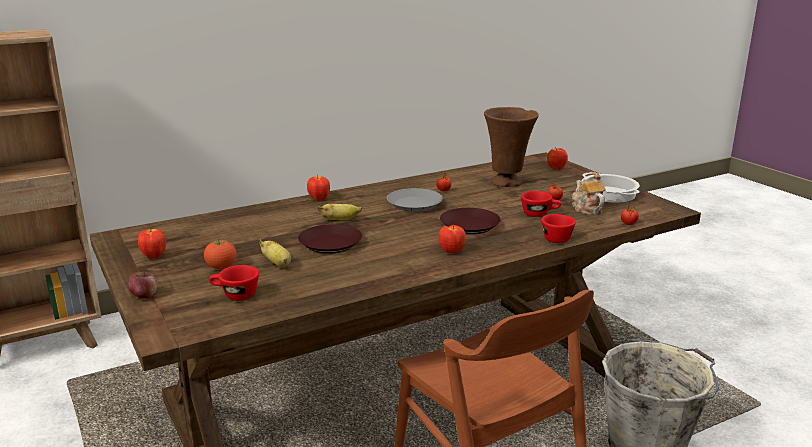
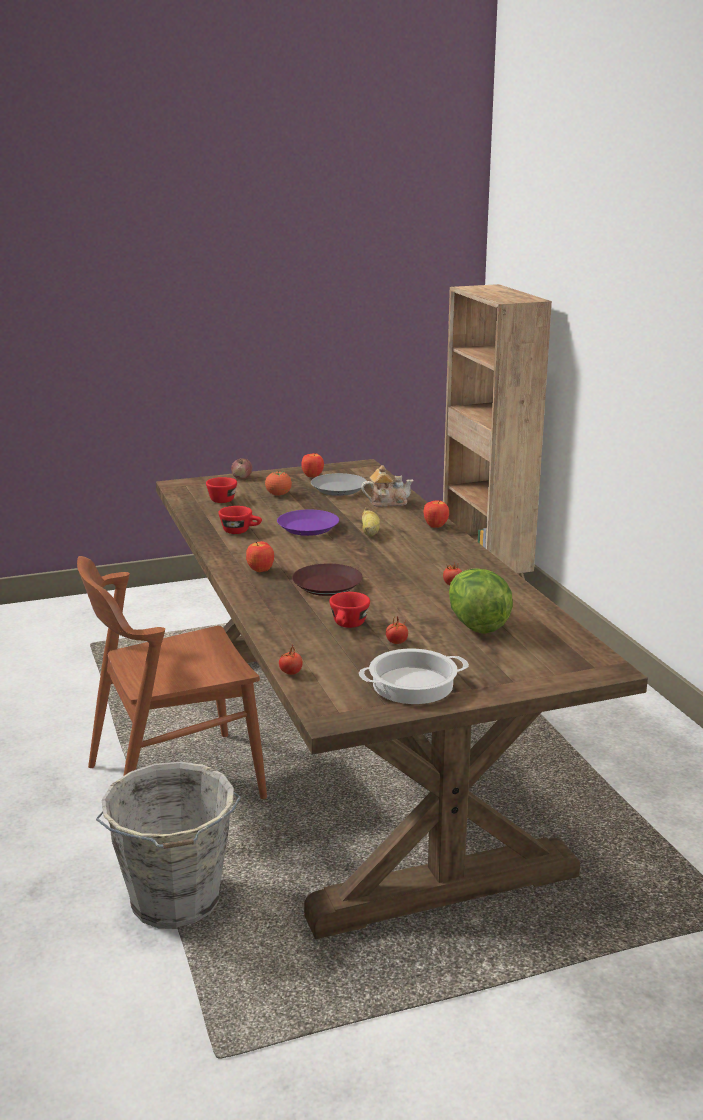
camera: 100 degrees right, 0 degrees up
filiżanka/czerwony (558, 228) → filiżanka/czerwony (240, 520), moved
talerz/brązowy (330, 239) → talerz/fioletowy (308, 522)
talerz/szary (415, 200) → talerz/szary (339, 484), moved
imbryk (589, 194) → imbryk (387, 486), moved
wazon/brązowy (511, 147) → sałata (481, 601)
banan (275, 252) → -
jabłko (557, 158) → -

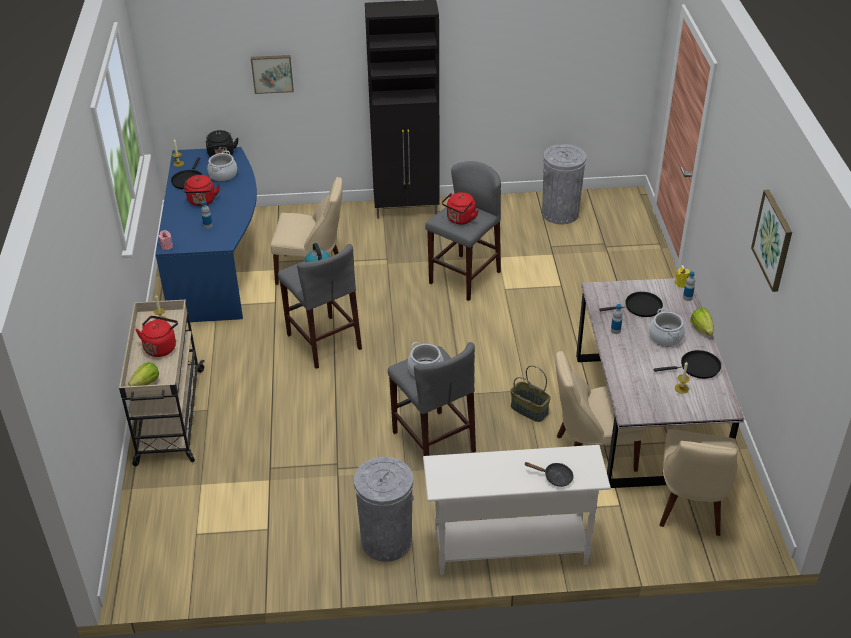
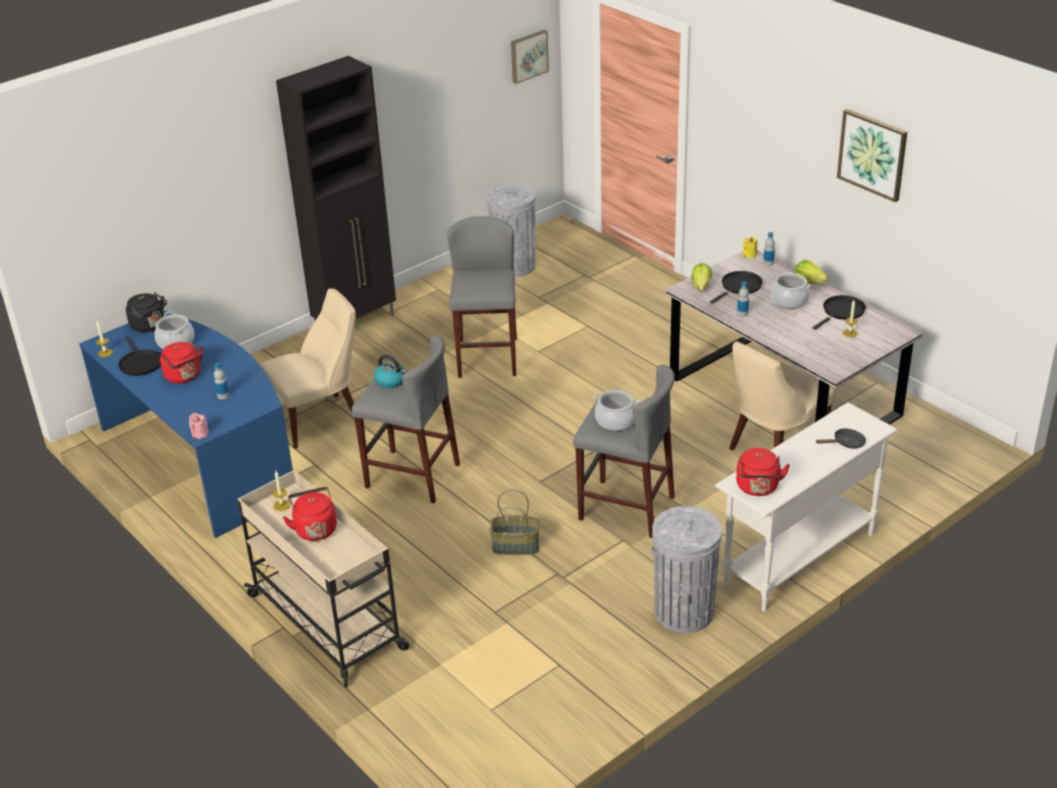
camera: 35 degrees left, 5 degrees down
koszyk (531, 393) → koszyk (514, 522), moved
obraz (272, 74) → obraz (530, 57), moved
sałata (143, 374) → sałata (701, 277), moved
czajnik/czerwony (460, 208) → czajnik/czerwony (763, 472), moved
krzesło/beżowy (699, 482) → -

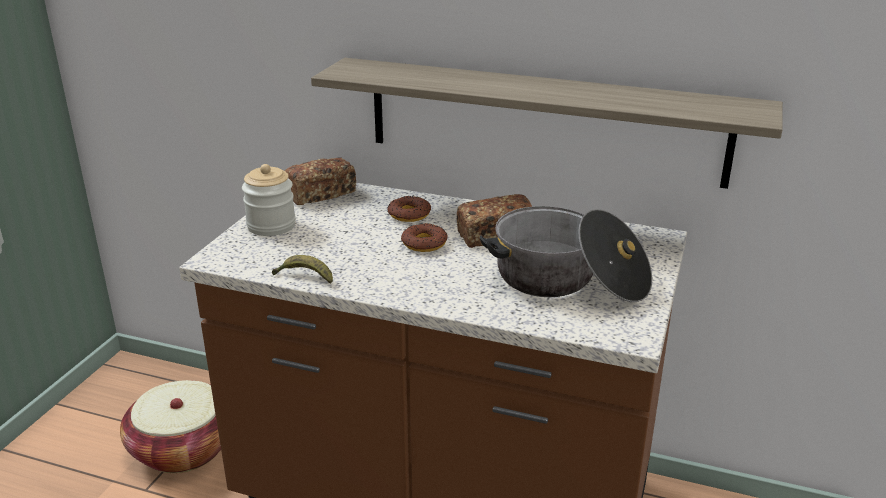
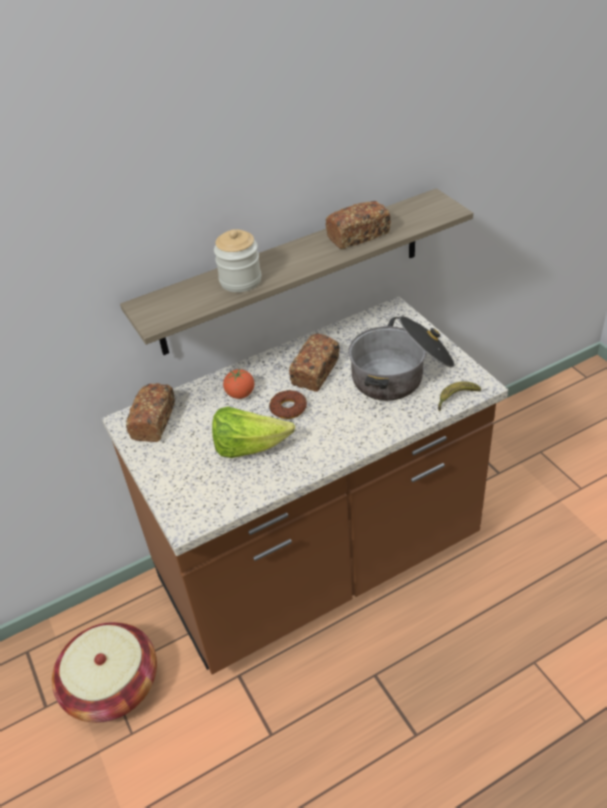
camera: 45 degrees left, 15 degrees up
- → sałata (253, 432)
słoik (269, 200) → słoik (237, 260), moved
donut (409, 209) → pomidor (238, 384)
- → chleb (358, 225)
banan (302, 269) → banan (459, 396), moved

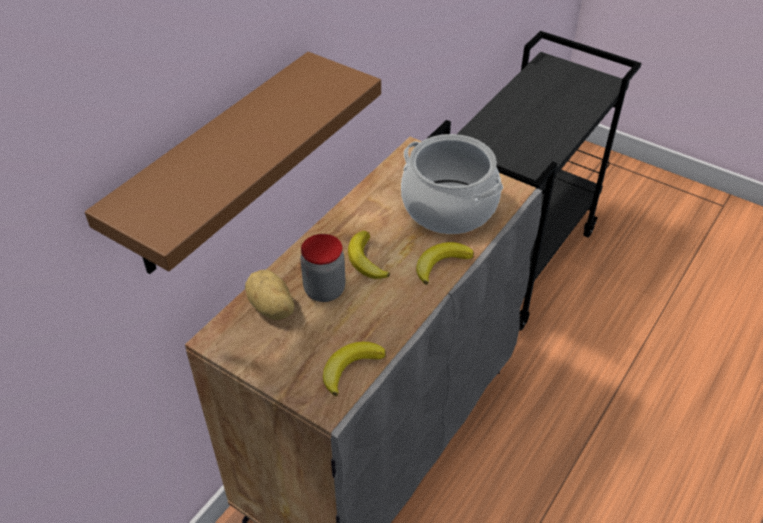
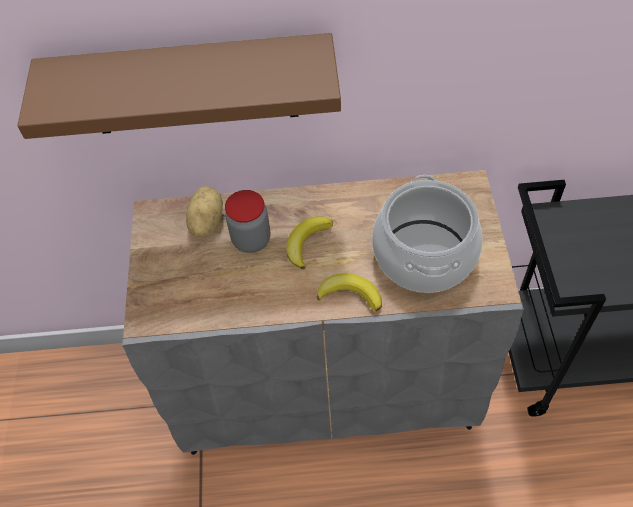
camera: 55 degrees right, 10 degrees up
banan (354, 369) → -

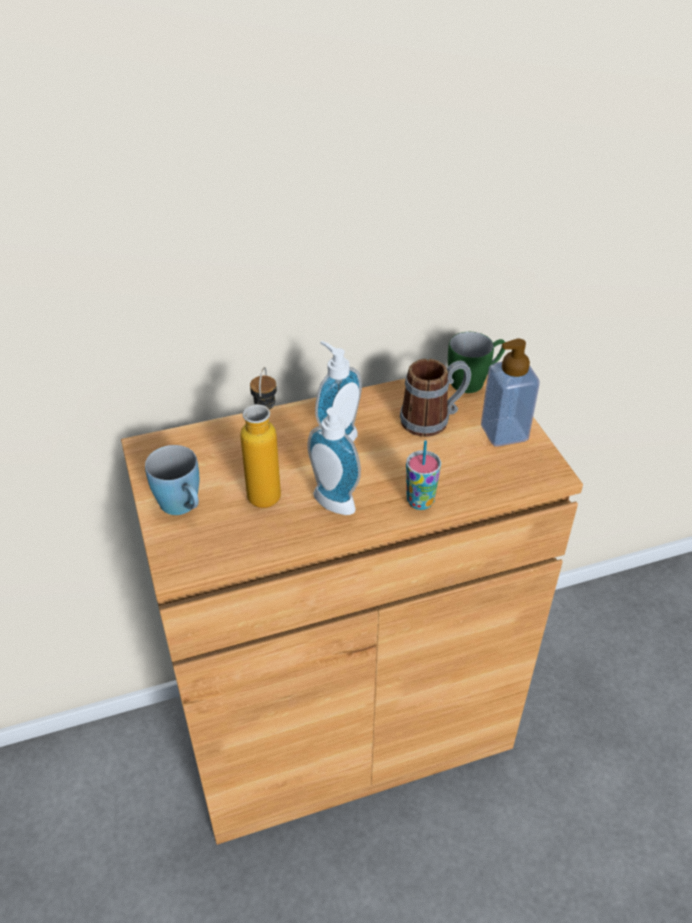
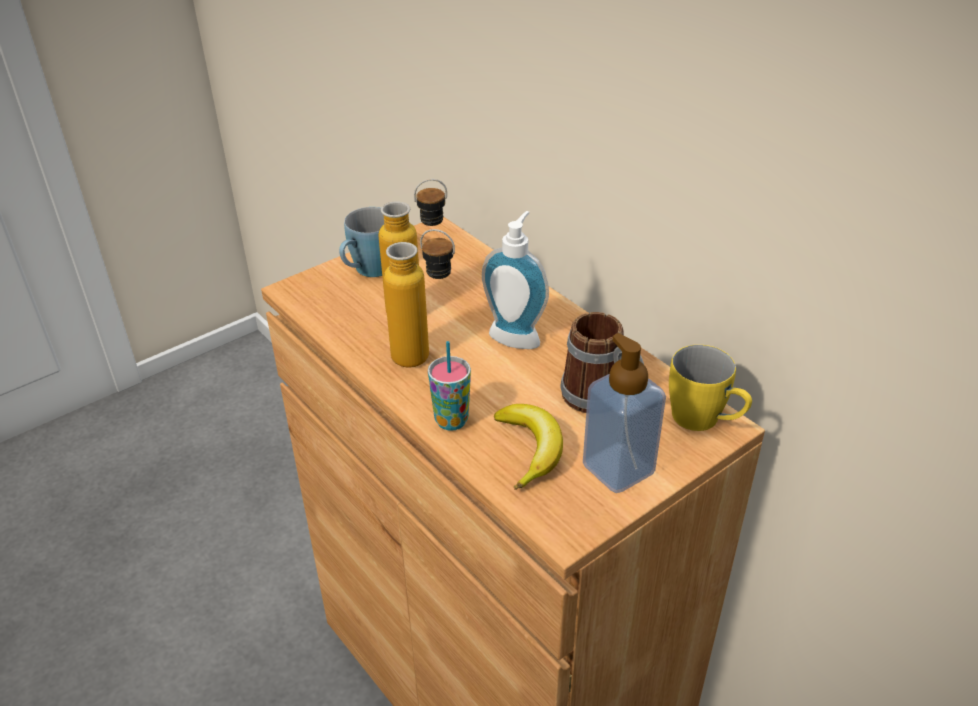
camera: 70 degrees right, 5 degrees down
dozownik mydła (334, 456) → butelka (419, 298)
- → banan (528, 447)
kubek/zielony (476, 362) → kubek/żółty (710, 388)

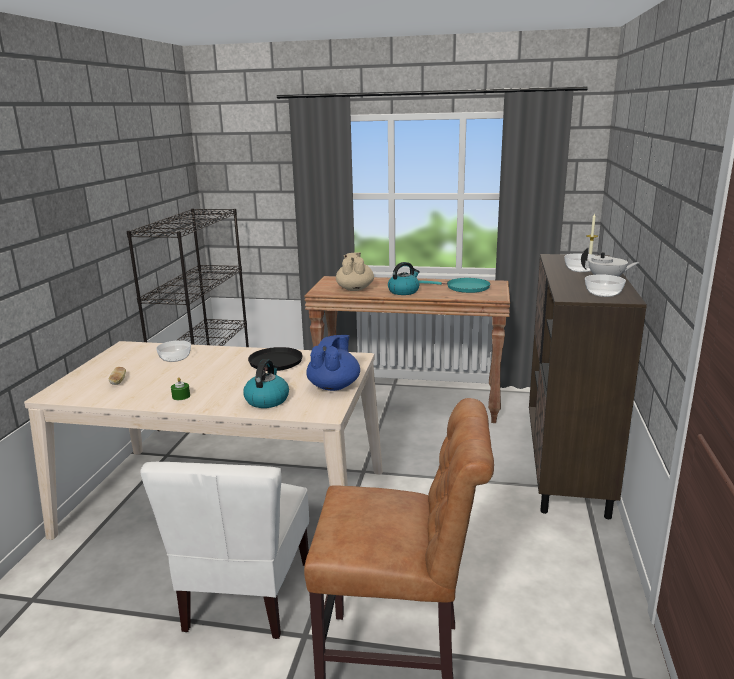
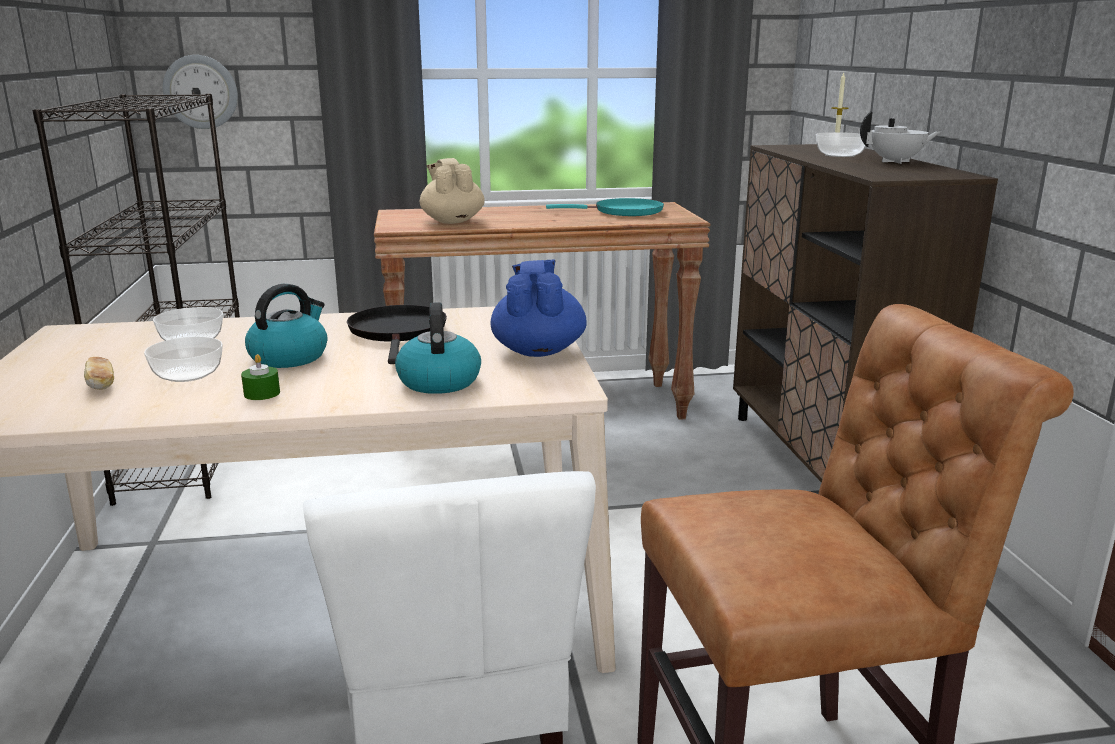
camera: 20 degrees left, 0 degrees up
miska (605, 285) → miska (183, 359), moved
- → zegar ścienny (200, 92)
czajnik (404, 278) → czajnik (286, 326), moved

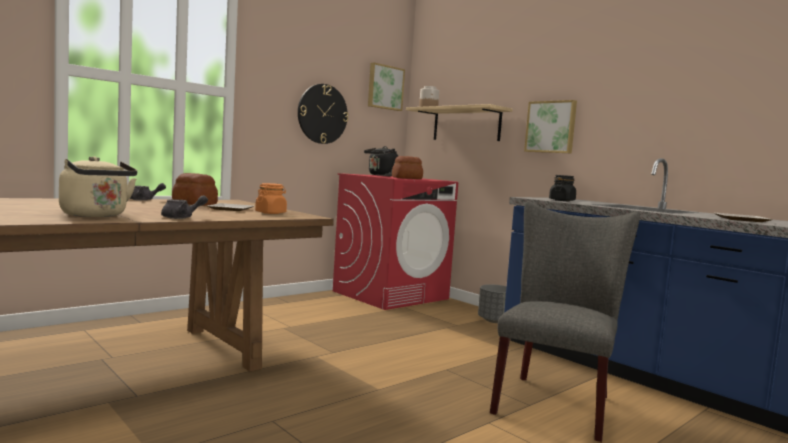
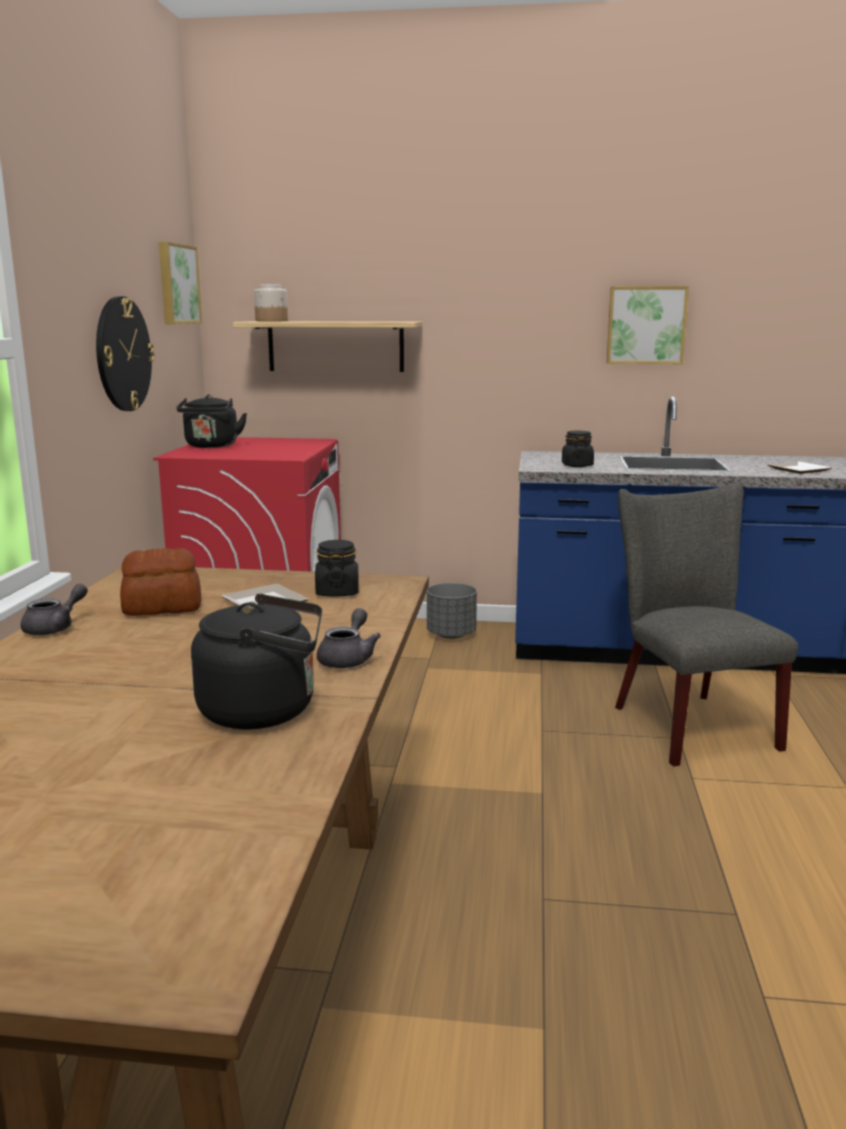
camera: 40 degrees left, 10 degrees up
czajnik/beżowy (98, 186) → czajnik/czarny (256, 661)
słoik/pomarańczowy (271, 198) → słoik/czarny (337, 568)
obraz (550, 126) → obraz (648, 325), moved
chleb (407, 167) → -

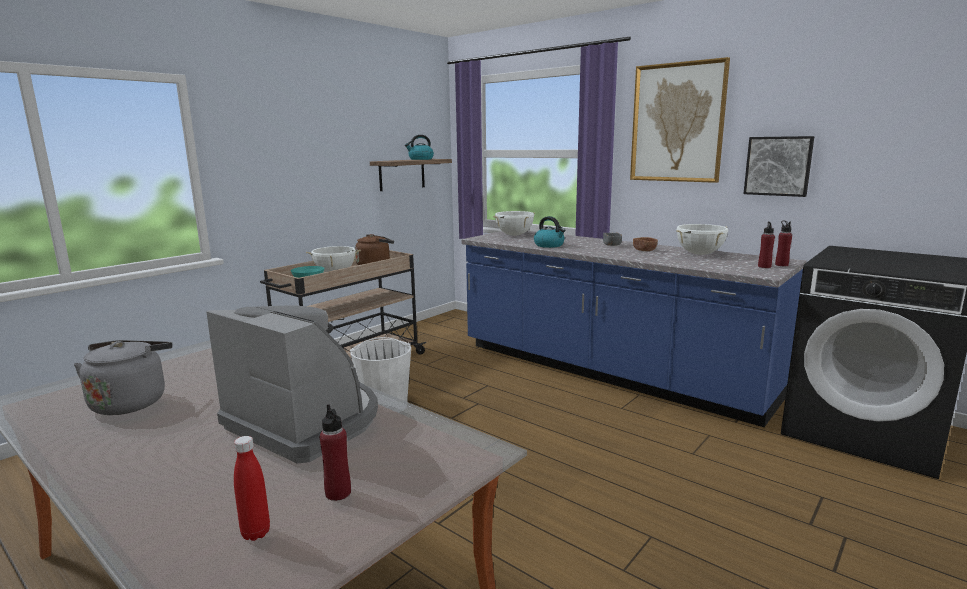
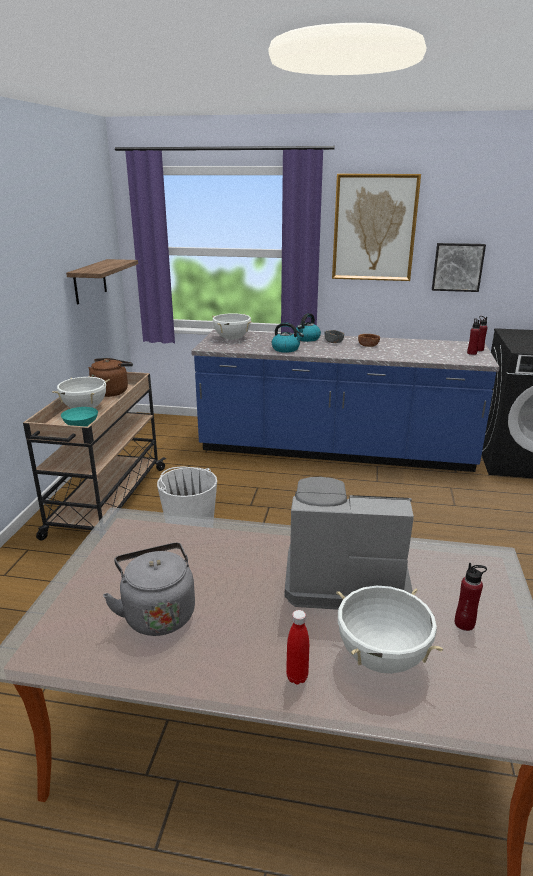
camera: 30 degrees left, 10 degrees up
butelka/czerwony (252, 488) → butelka/czerwony (297, 647), moved
czajnik (419, 147) → czajnik (308, 327), moved
garnek/biały (702, 239) → garnek/biały (389, 630), moved

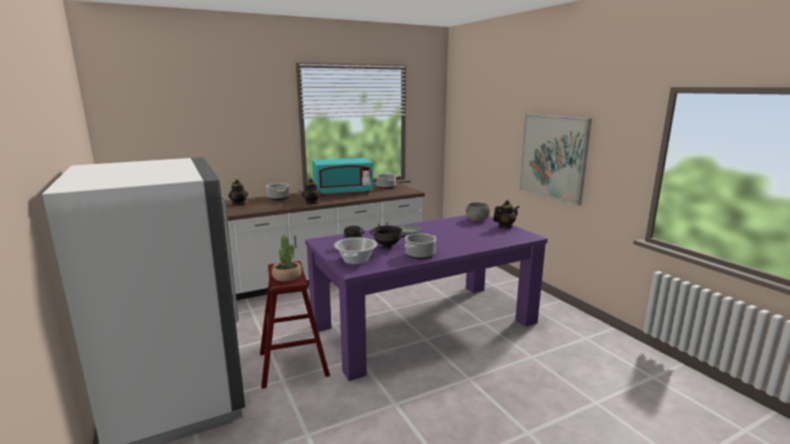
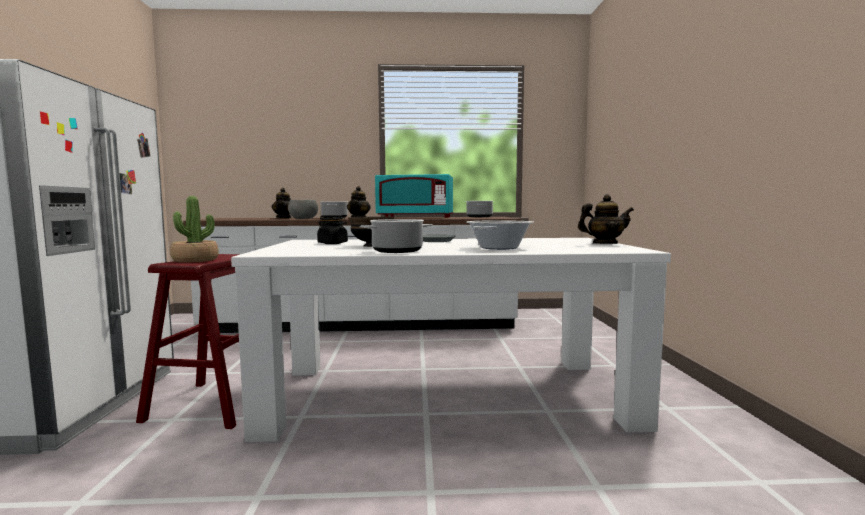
camera: 25 degrees right, 10 degrees down
stół jadalny/fioletowy (426, 298) → stół jadalny/biały (451, 340)
miska/szary (478, 211) → miska/szary (303, 209), moved
garnek (356, 250) → garnek (500, 235), moved
obraz (555, 160) → -

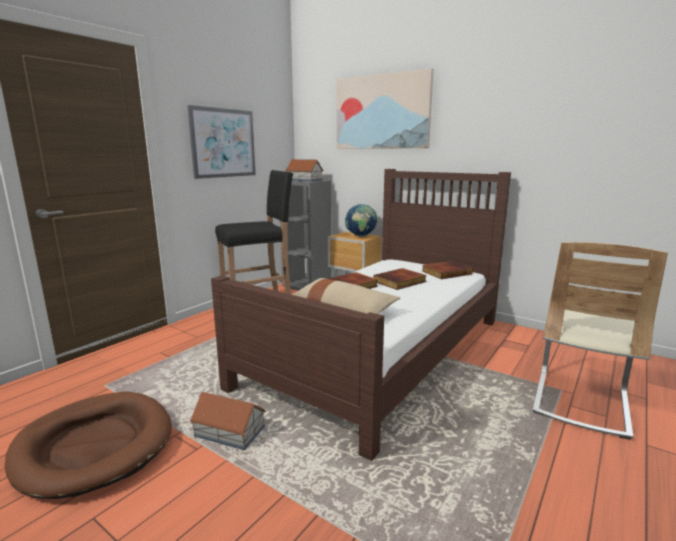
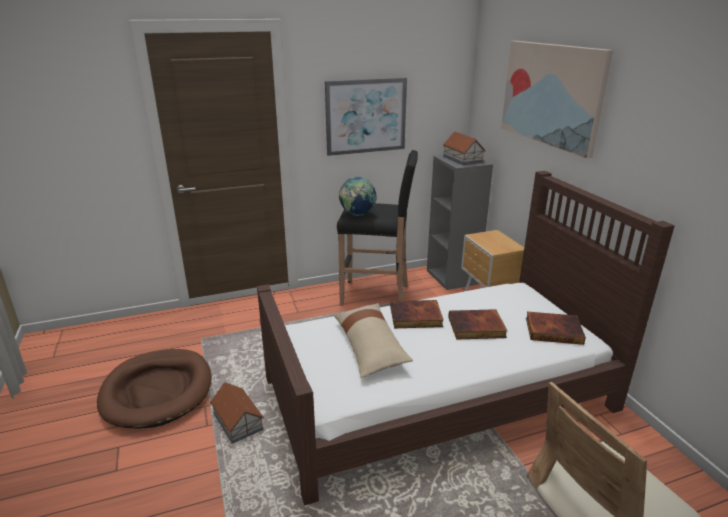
camera: 35 degrees right, 10 degrees up
globus (361, 220) → globus (358, 196), moved

